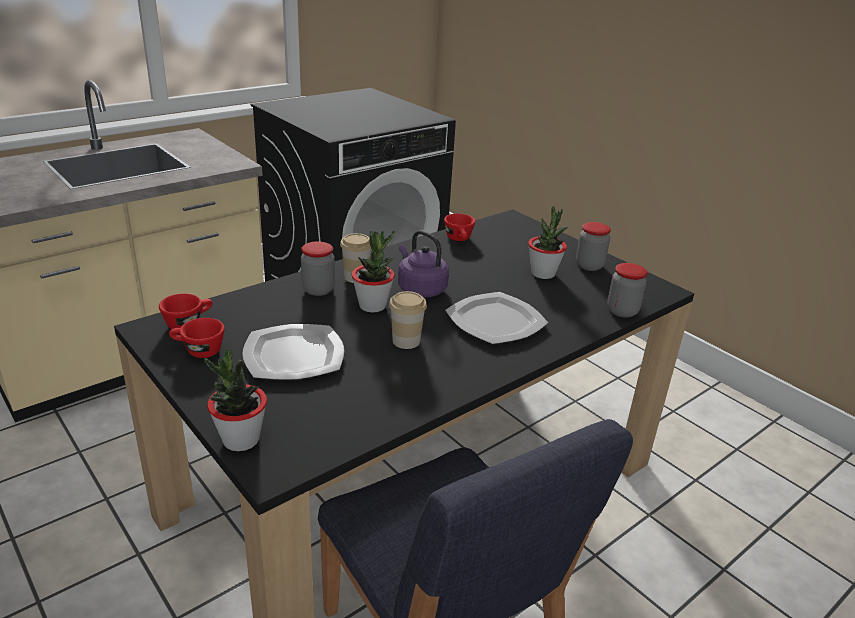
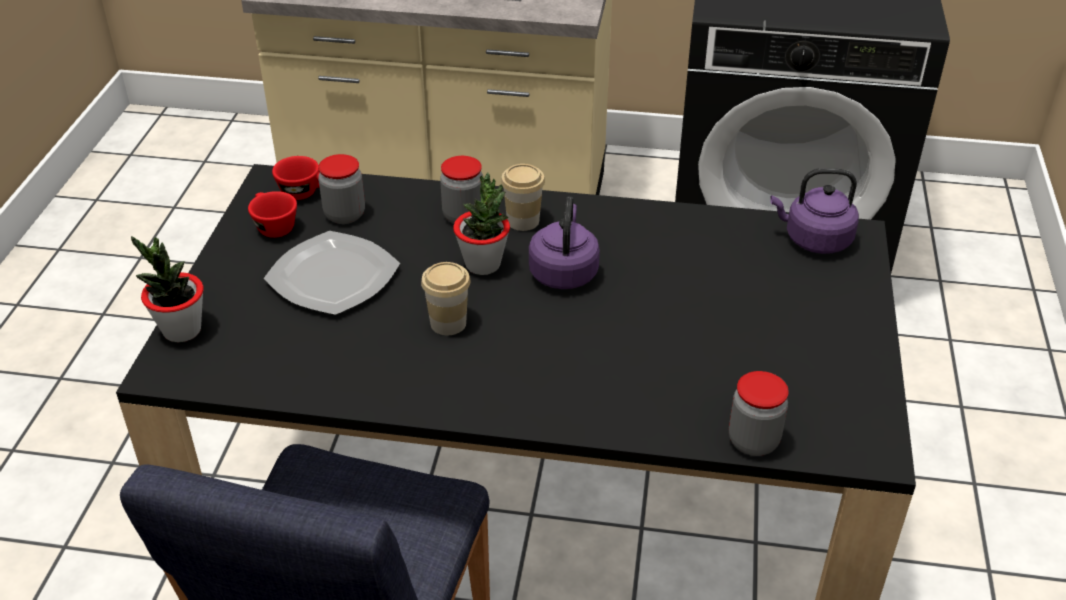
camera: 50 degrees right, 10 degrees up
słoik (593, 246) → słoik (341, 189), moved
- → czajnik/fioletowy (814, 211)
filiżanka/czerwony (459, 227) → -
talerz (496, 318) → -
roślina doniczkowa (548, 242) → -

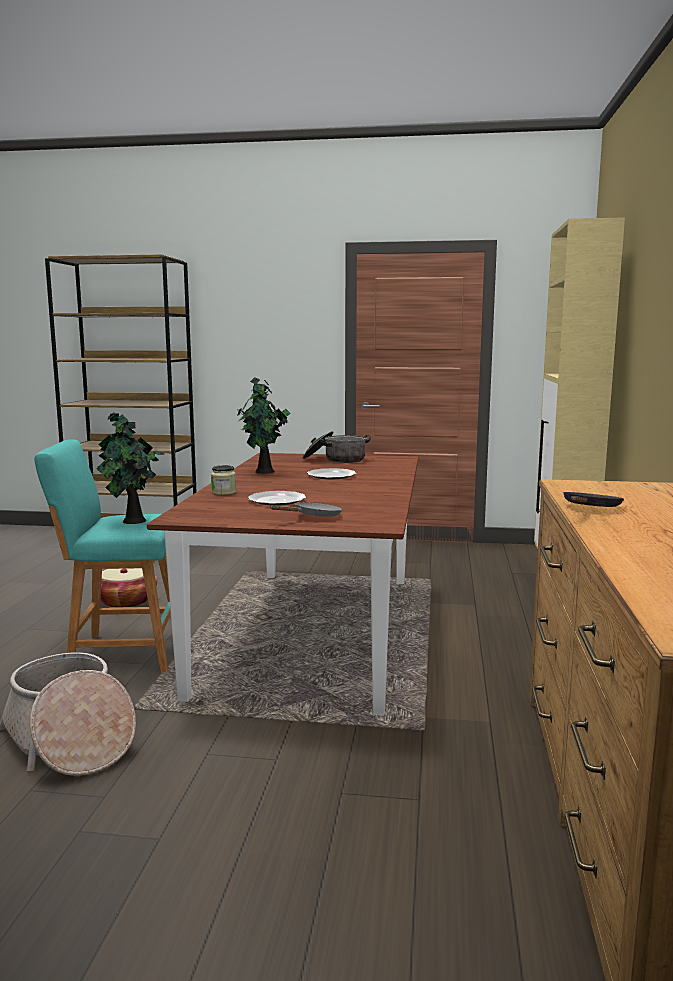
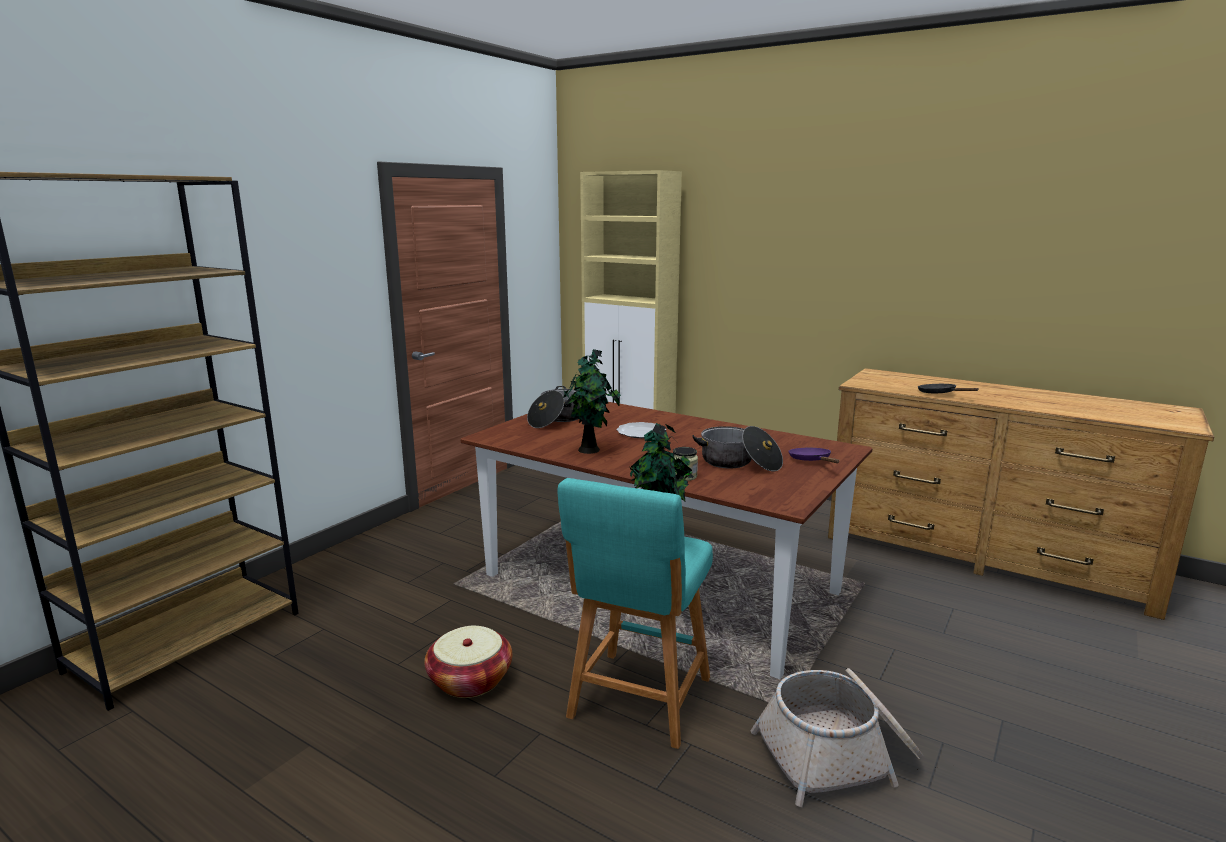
camera: 65 degrees left, 5 degrees up
talerz (277, 498) → garnek (737, 448)
patelnia/szary (306, 509) → patelnia/fioletowy (814, 455)

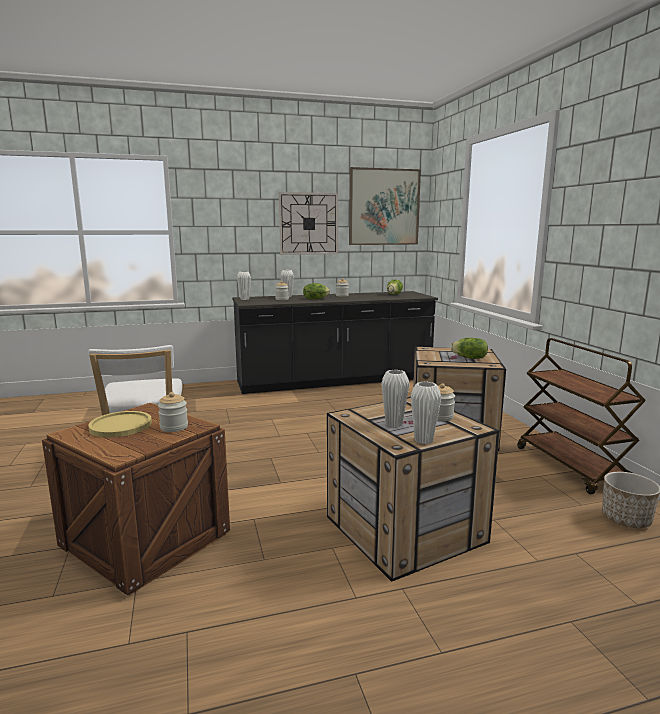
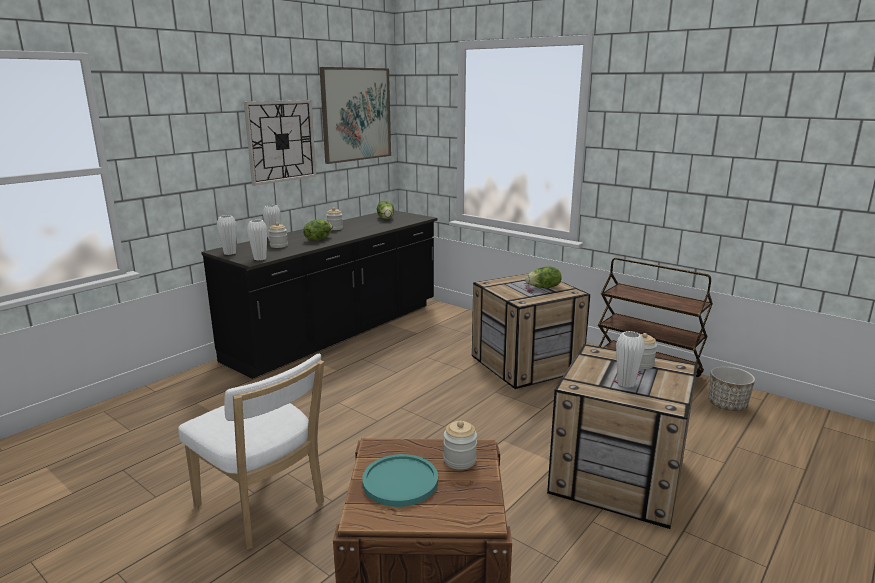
camera: 35 degrees left, 5 degrees up
wazon/biały (426, 413) → wazon/biały (257, 240), moved
talerz/żółty (120, 424) → talerz/turkusowy (400, 480)

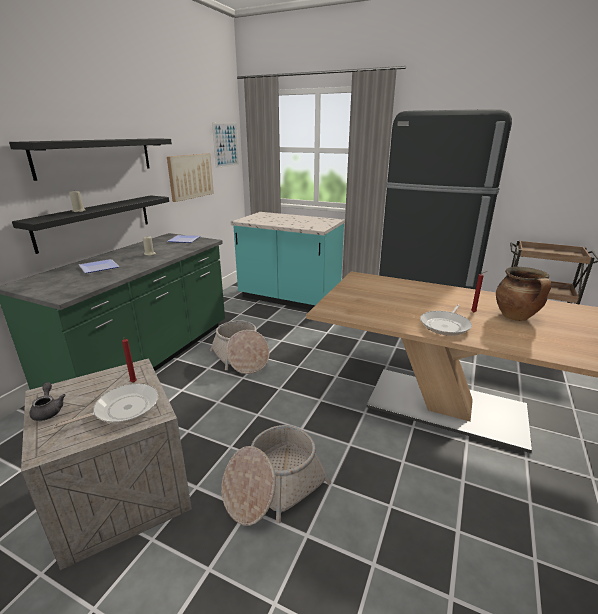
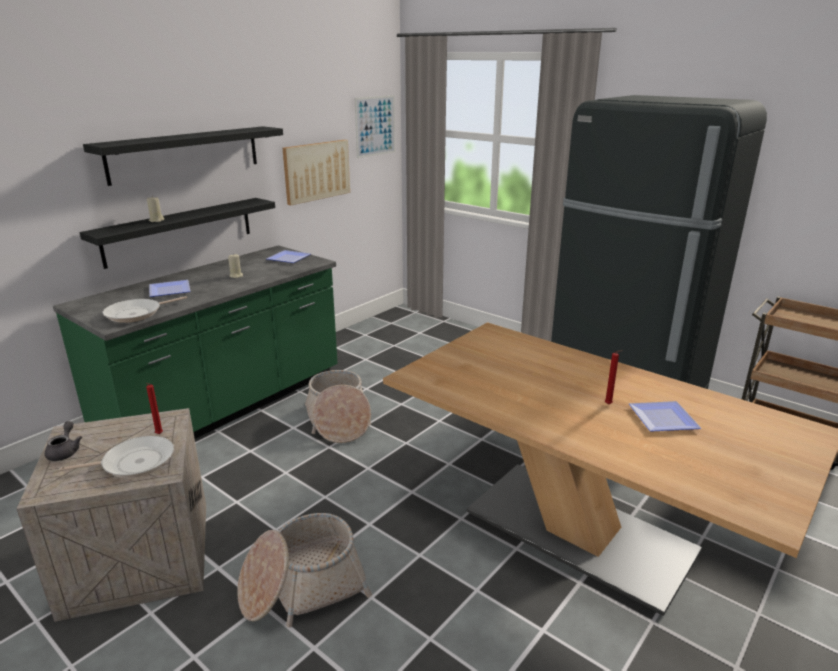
camera: 15 degrees right, 0 degrees up
patelnia (446, 320) → patelnia (145, 309), moved
garnek (524, 294) → talerz (665, 416)
zabudowa kuchenna/turkusowy (288, 261) → -

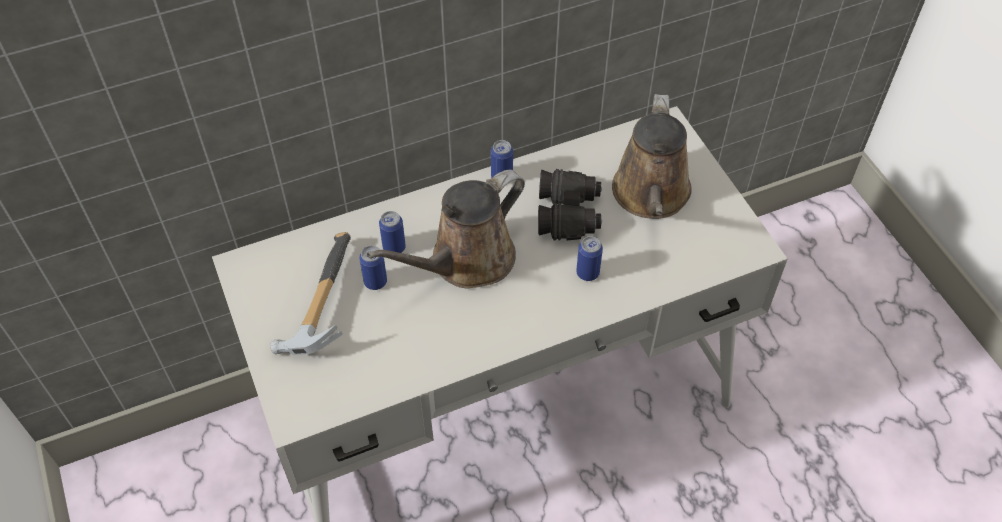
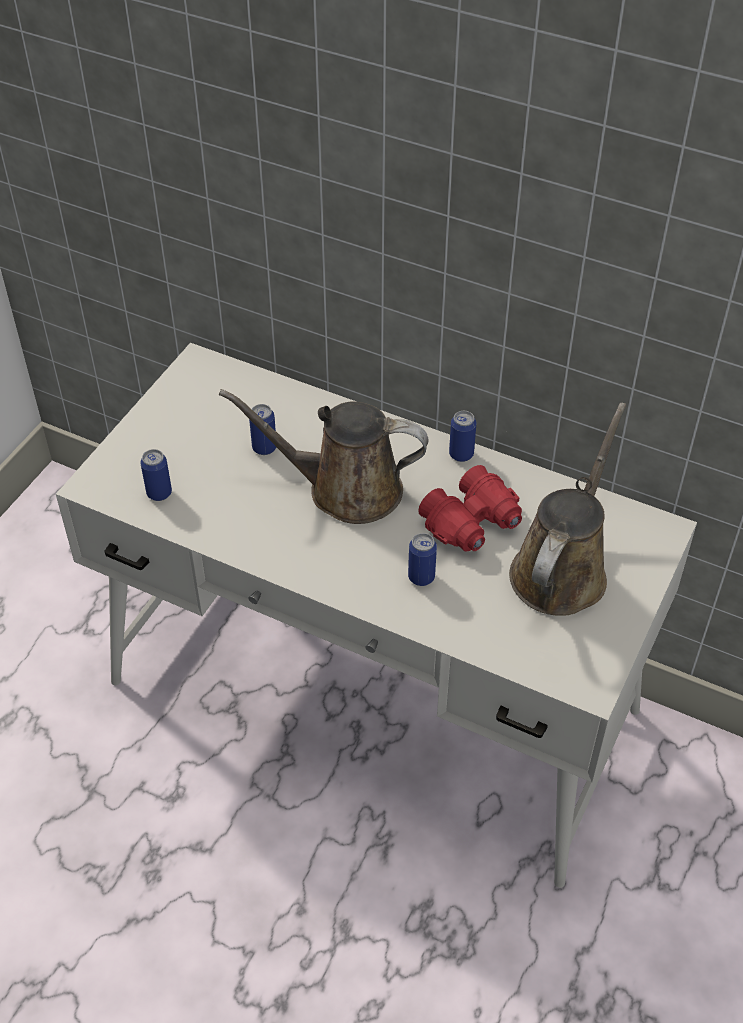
camera: 50 degrees right, 5 degrees down
puszka (392, 232) → puszka (156, 475), moved
lornetka/czarny (570, 204) → lornetka/czerwony (470, 508)
konewka/brązowy (652, 156) → konewka/brązowy (567, 509), 150 degrees clockwise
młotek (310, 293) → -

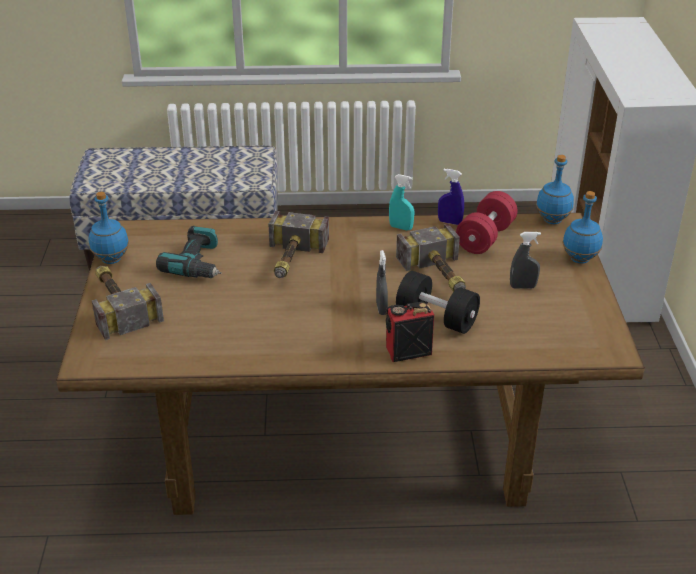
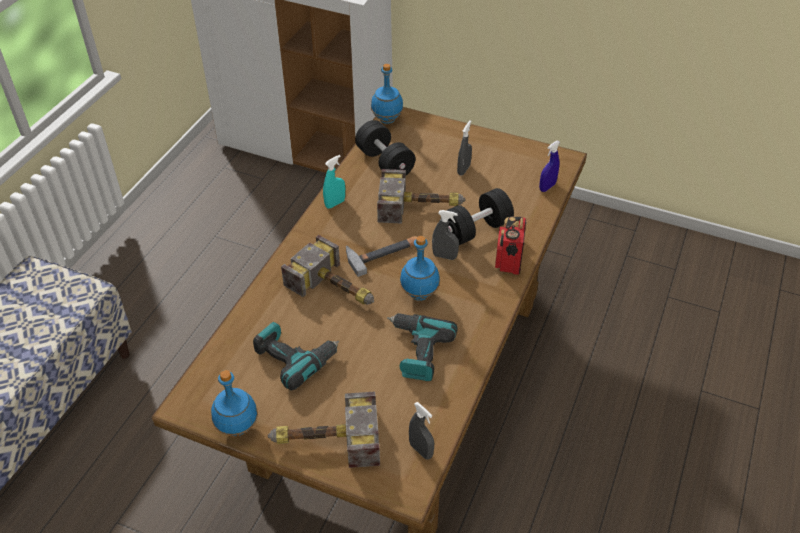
camera: 65 degrees left, 10 degrees up
- → młotek (381, 256)
hantel/czerwony (487, 222) → hantel/czarny (385, 147)
- → wiertarka (422, 347)
butelka/niebieski (583, 227) → butelka/niebieski (420, 268), moved
- → spryskiwacz/szary (421, 430)
spryskiwacz/niebieski (451, 197) → spryskiwacz/niebieski (549, 166), moved

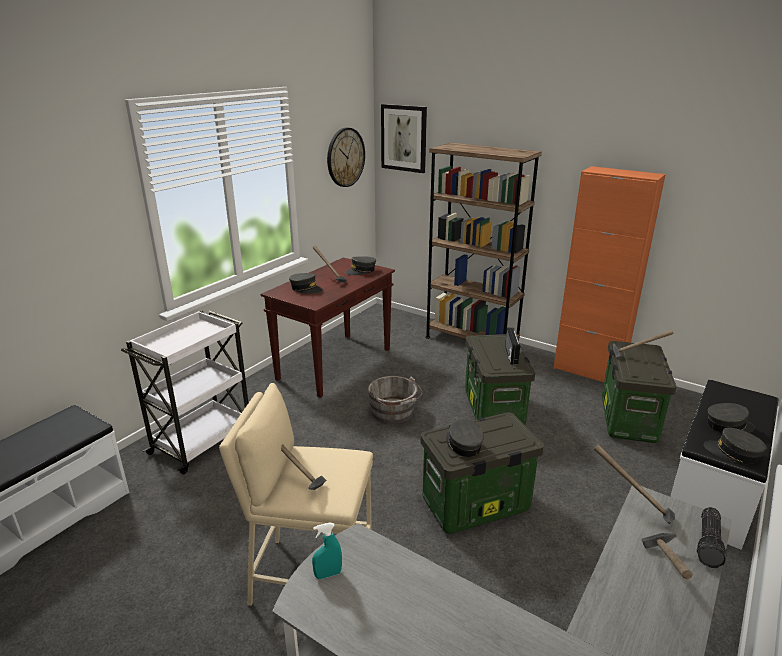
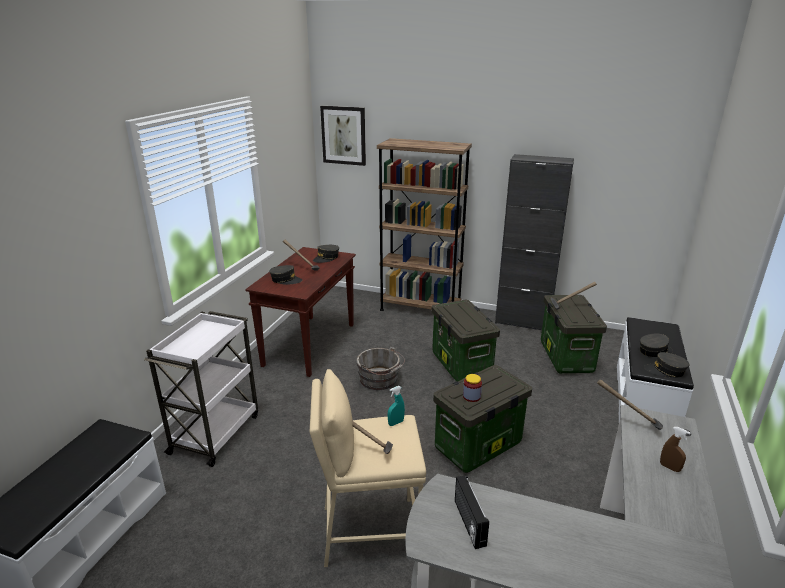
camera: 15 degrees left, 0 degrees up
spryskiwacz/turkusowy (327, 550) → spryskiwacz/turkusowy (396, 406), moved
radio (512, 346) → radio (472, 512), moved
czapka z daszkiem/szary (465, 438) → słoik (472, 388)
szafka/pomarańczowy (609, 274) → szafka/czarny (534, 242)
młotek (667, 556) → spryskiwacz/brązowy (675, 449)
zegar ścienny (346, 157) → -
latarka (712, 537) → -

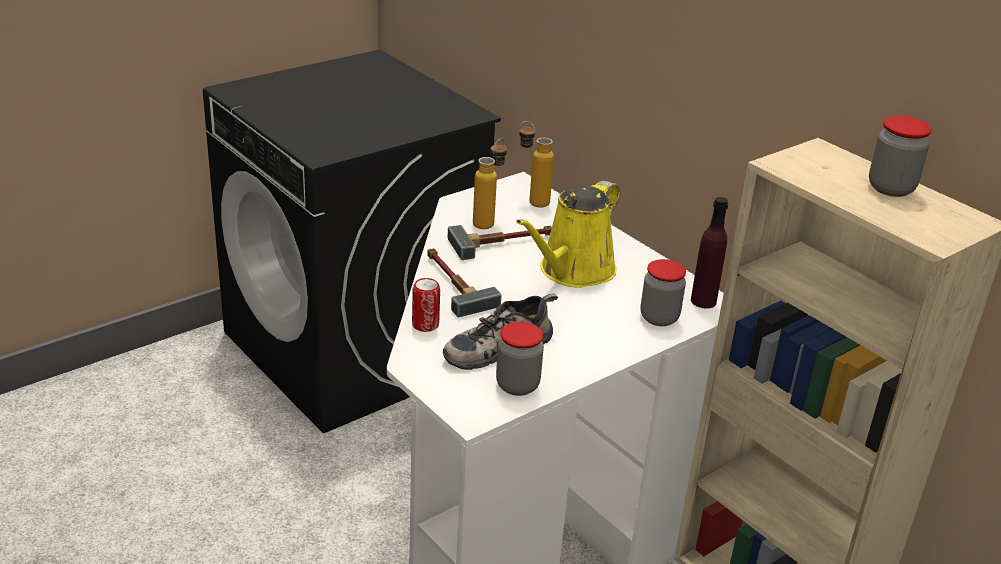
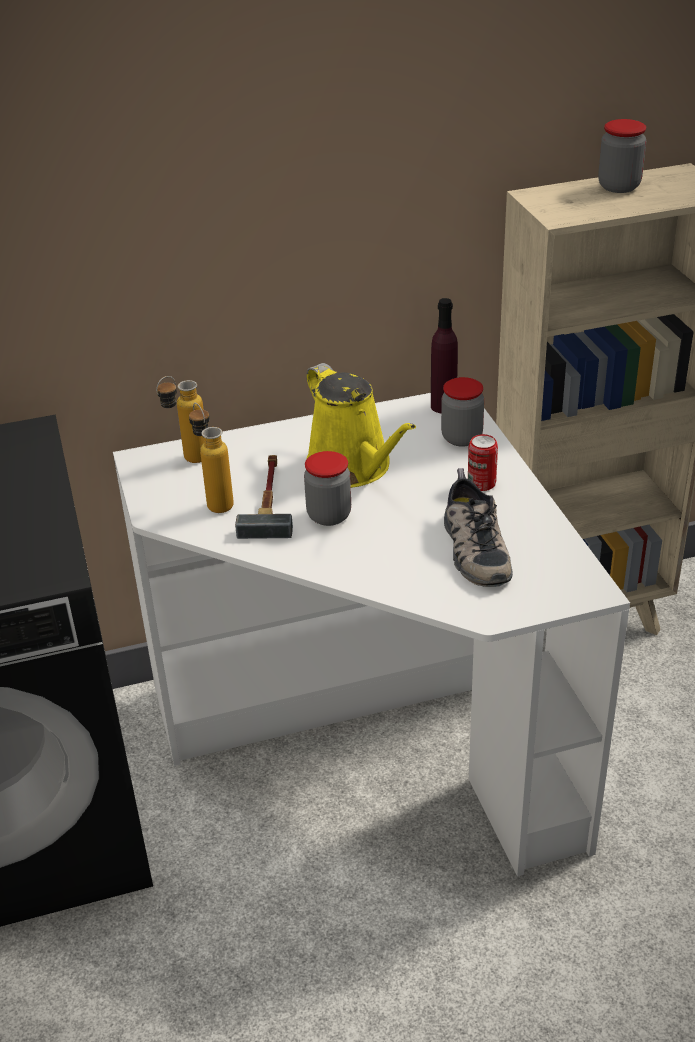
camera: 65 degrees left, 5 degrees up
słoik (520, 359) → słoik (327, 488), moved
puszka (426, 305) → puszka (483, 462), moved
młotek (464, 282) → -

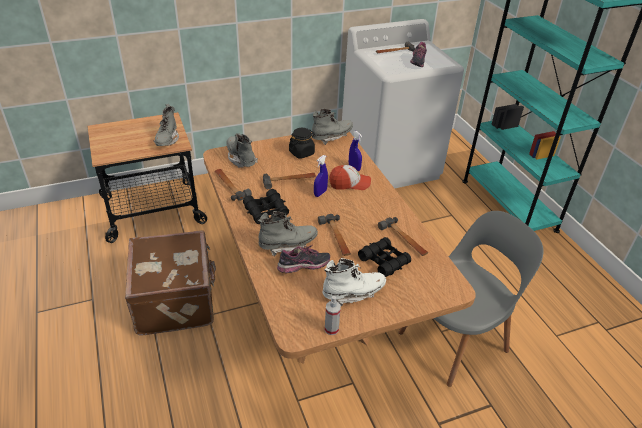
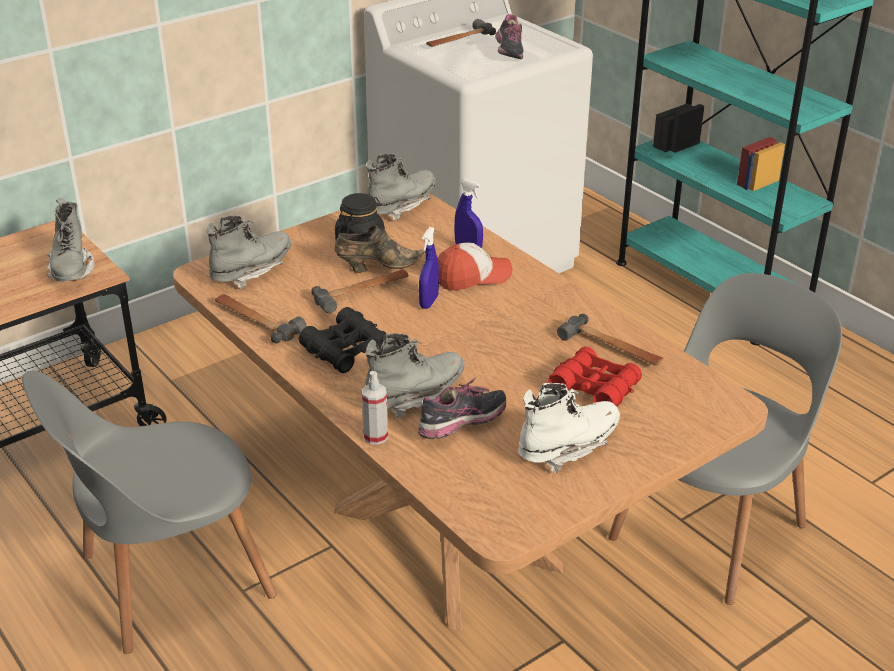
camera: 15 degrees left, 5 degrees down
walizka/brązowy (170, 283) → krzesło/szary (149, 512)
but z cholewką/szary (242, 150) → but z cholewką/szary (249, 252), 90 degrees clockwise
- → but/brązowy (379, 249)
spryskiwacz (333, 315) → spryskiwacz (375, 408), moved
lornetka/czarny (384, 257) → lornetka/czerwony (595, 376)
młotek (334, 235) → -

